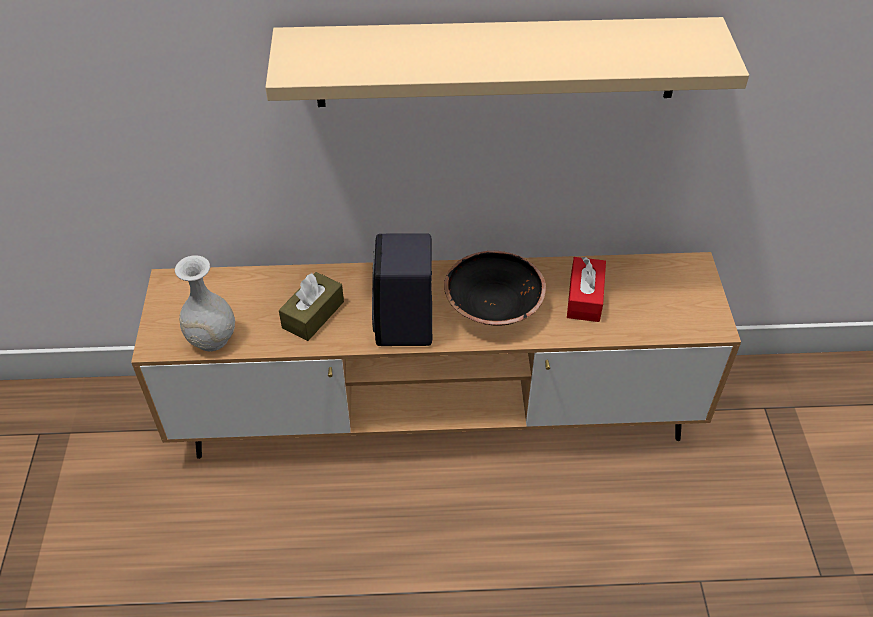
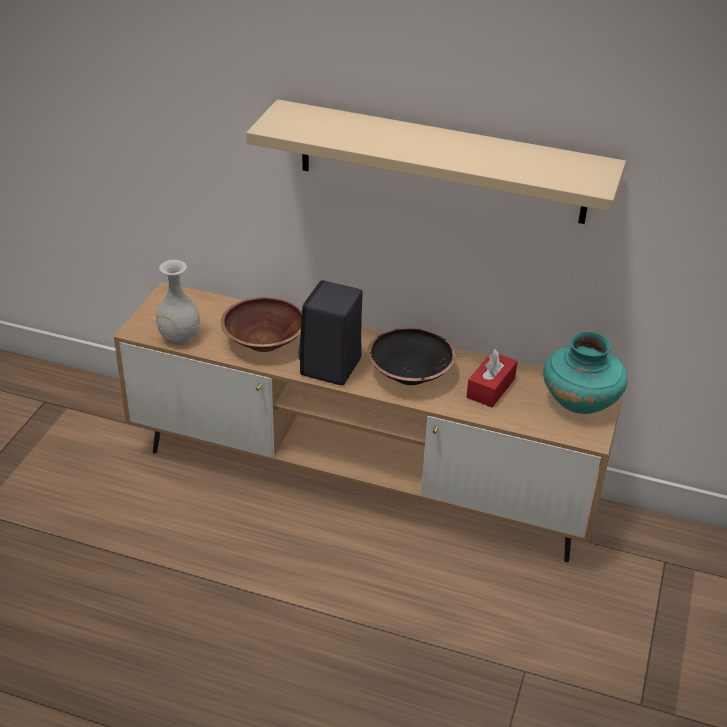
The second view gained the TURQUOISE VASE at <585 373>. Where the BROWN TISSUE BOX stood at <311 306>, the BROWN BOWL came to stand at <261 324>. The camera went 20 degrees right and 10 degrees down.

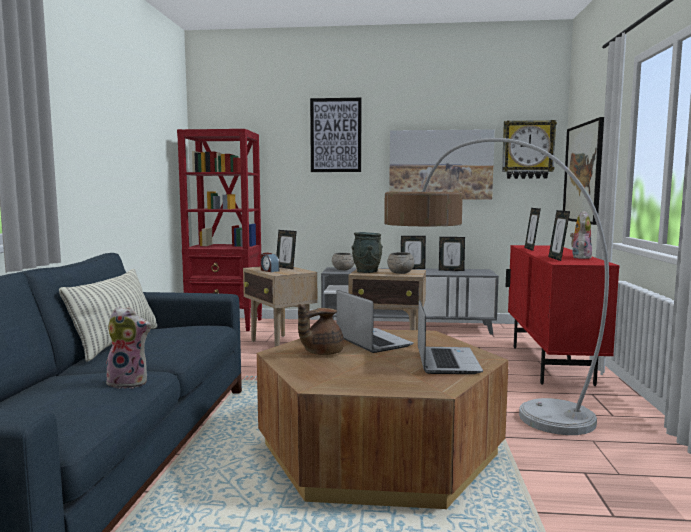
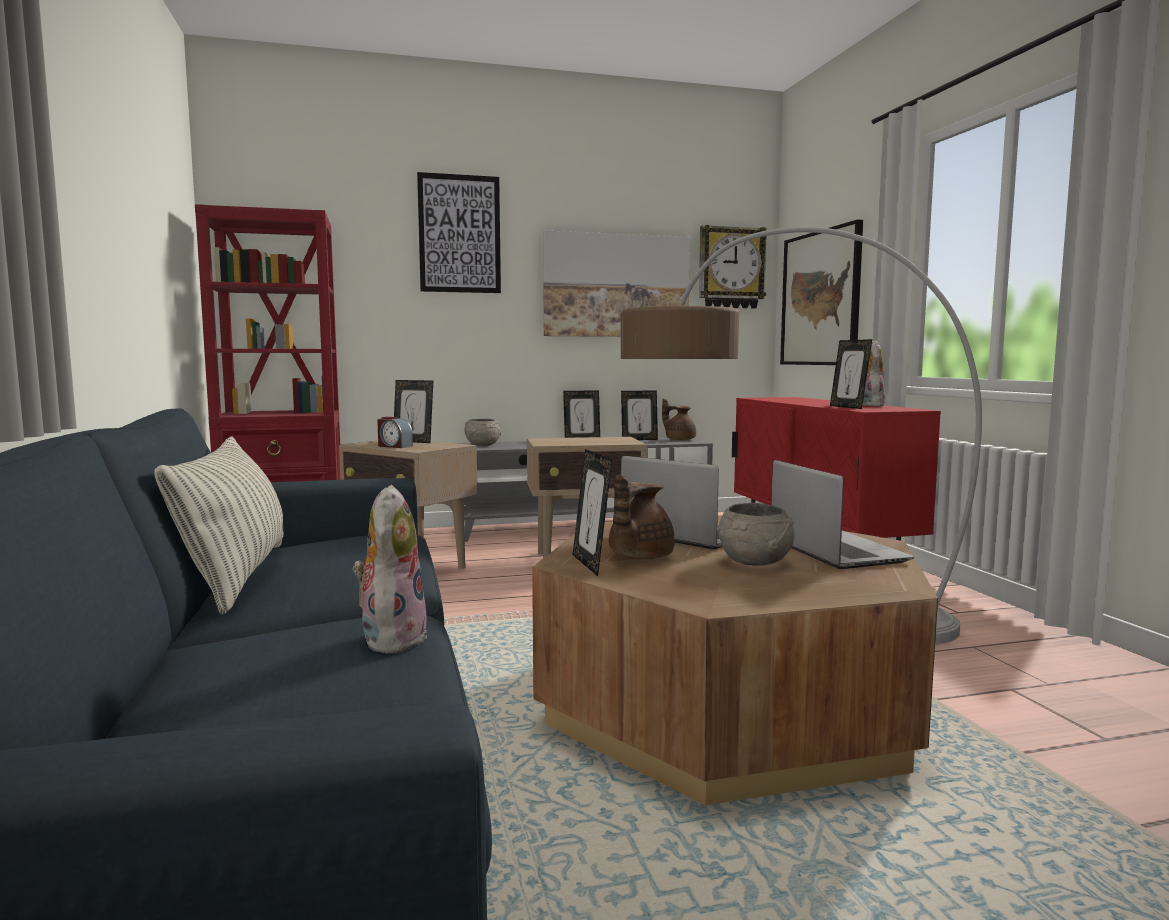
The second view lost the GREY VASE at <367 252>. The second view gained the BROWN TEAPOT at <679 419>. The GREY BOWL ended up elsewhere, having gone from <400 263> to <755 534>. The PICTURE FRAME ended up elsewhere, having gone from <533 229> to <592 512>. The PLUSH TOY at <127 348> ended up facing another way, 75 degrees counterclockwise from before. The camera went 20 degrees left and 0 degrees up.

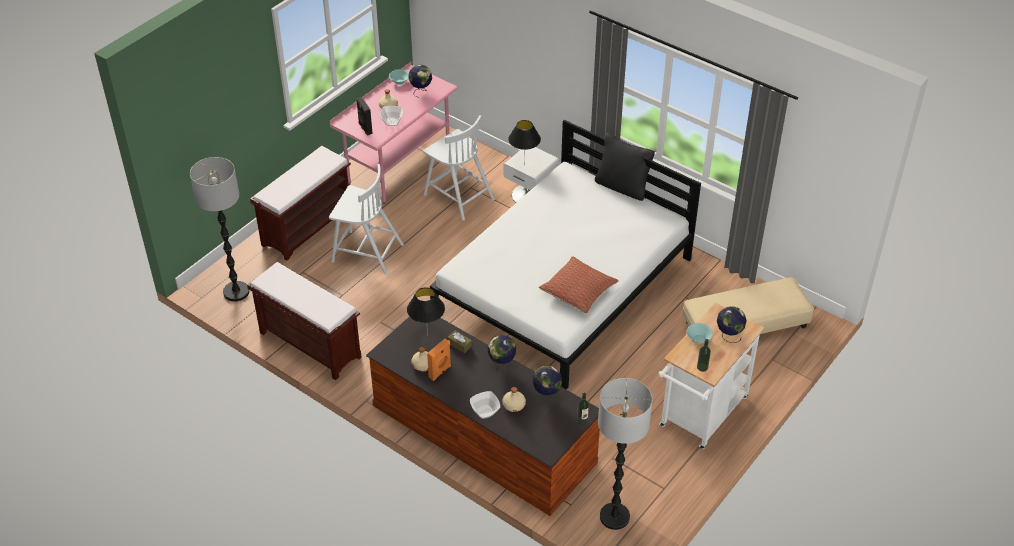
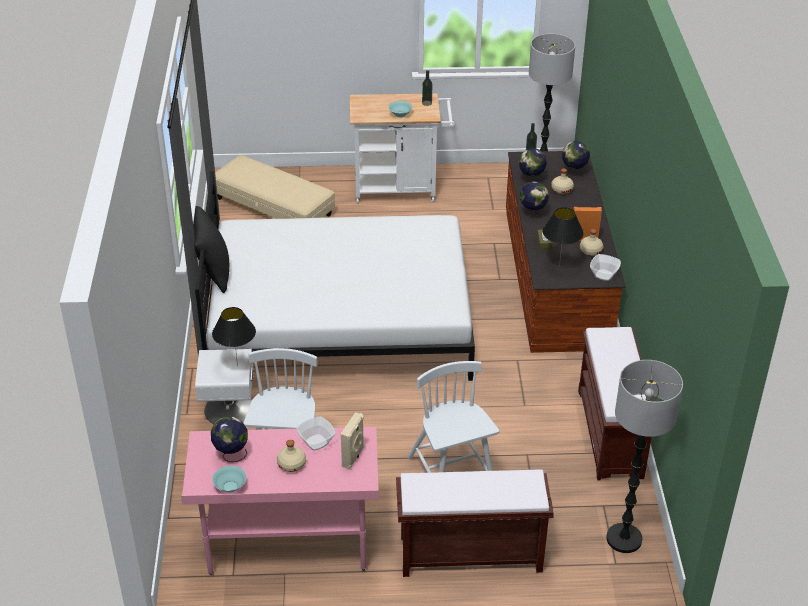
The second view lost the PILLOW at <578 284>. The BOWL ended up elsewhere, having gone from <485 405> to <605 267>. The GLOBE ended up elsewhere, having gone from <731 324> to <576 159>. What was the BLACK SPEAKER at <364 116> turned into the BEIGE SPEAKER at <352 441>. The camera went 130 degrees left and 5 degrees down.

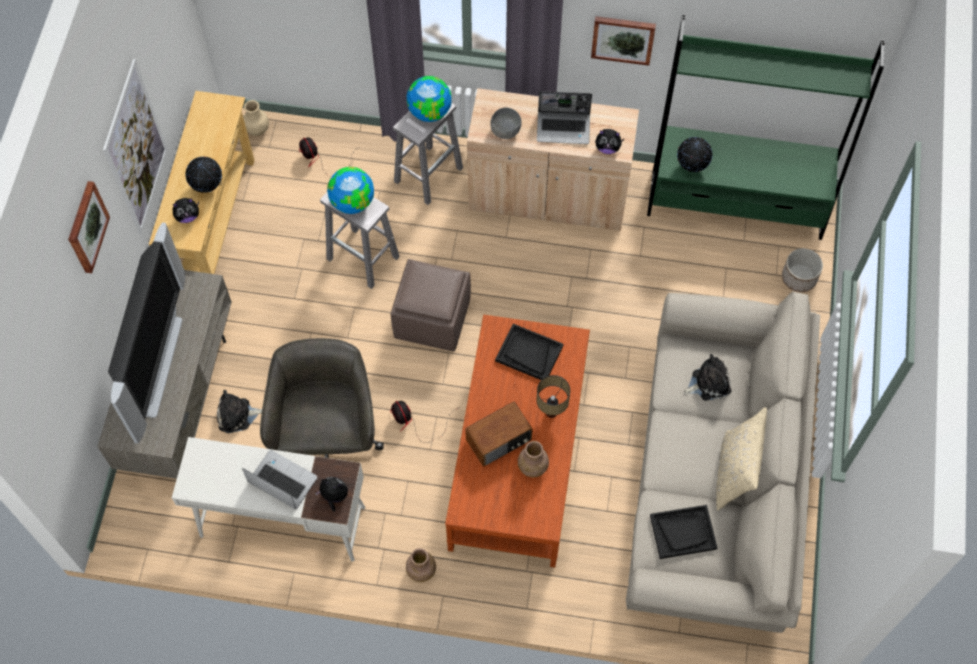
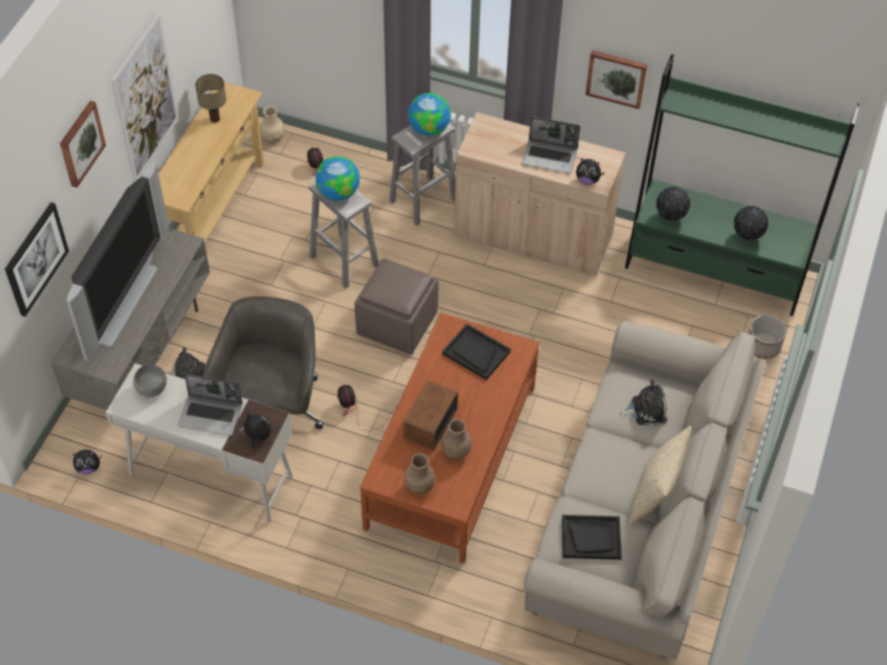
The second view gained the PICTURE at <37 259>. The PLUSH TOY ended up elsewhere, having gone from <186 210> to <87 462>. The GLOBE ended up elsewhere, having gone from <203 175> to <751 223>. The BROWN VASE ended up elsewhere, having gone from <421 565> to <419 473>. The GREY BOWL ended up elsewhere, having gone from <506 123> to <150 380>. The TABLE LAMP ended up elsewhere, having gone from <553 396> to <210 98>. The LAPTOP at <279 479> ended up facing another way, 150 degrees clockwise from before. The RADIO at <499 434> ended up facing another way, 135 degrees clockwise from before. The camera went 10 degrees right and 10 degrees down.

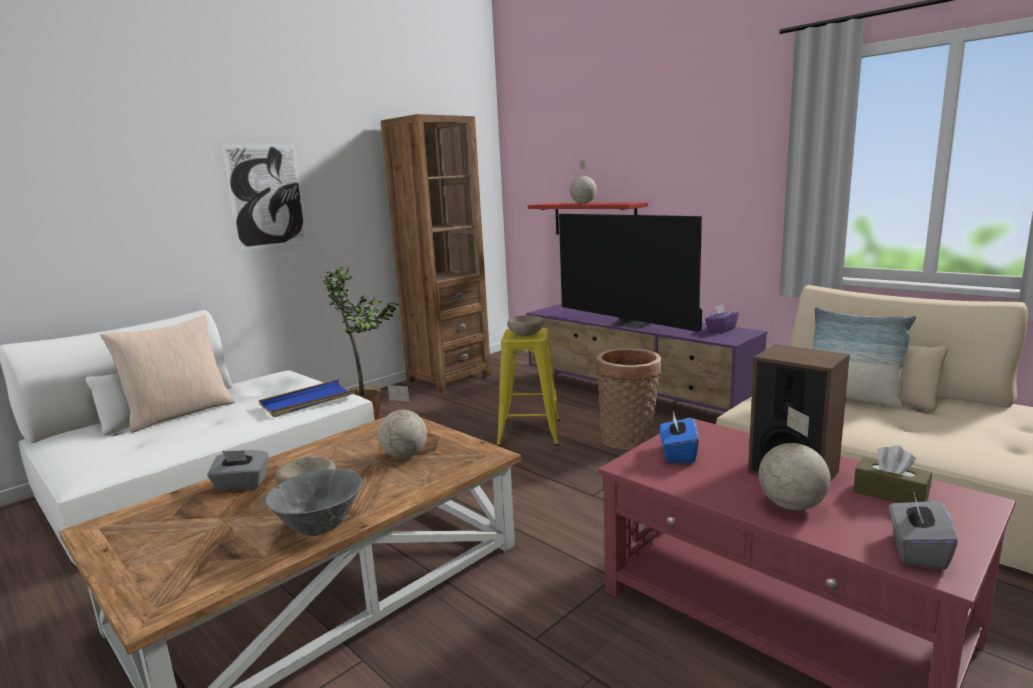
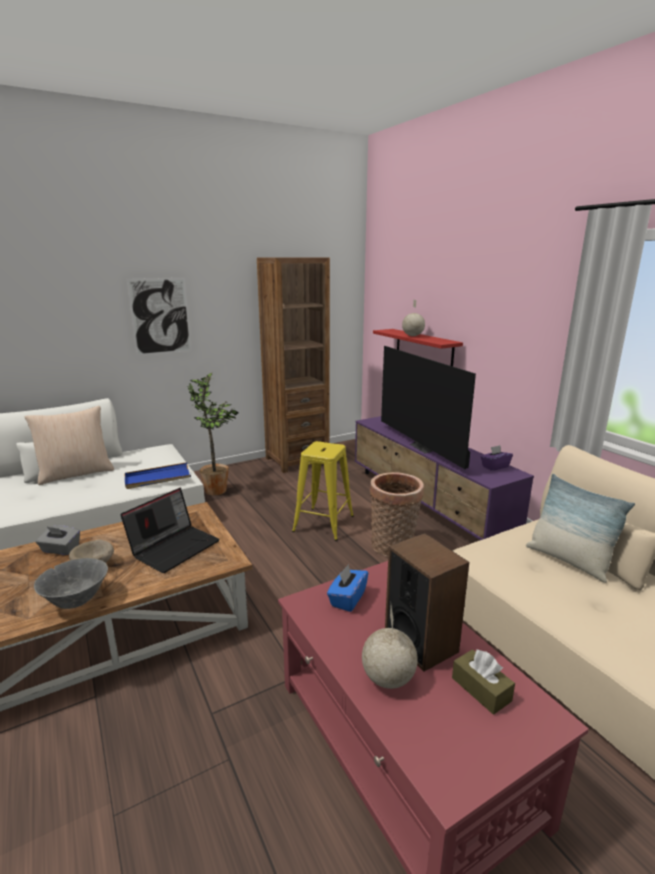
The second view lost the BEIGE BOWL at <525 325>. The second view lost the GREY TISSUE BOX at <923 530>. Where the GLOBE stood at <402 422>, the LAPTOP came to stand at <170 530>. The camera went 15 degrees right and 5 degrees up.

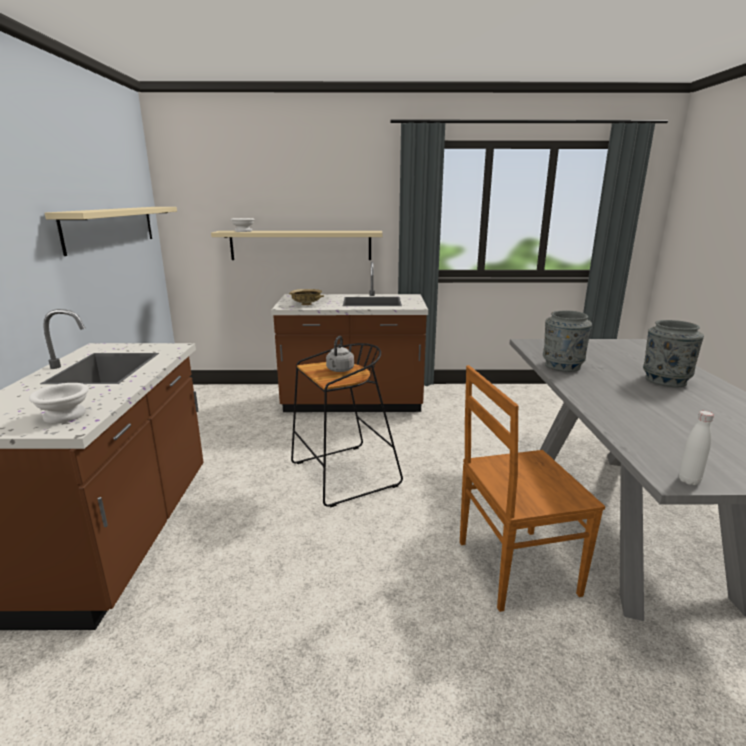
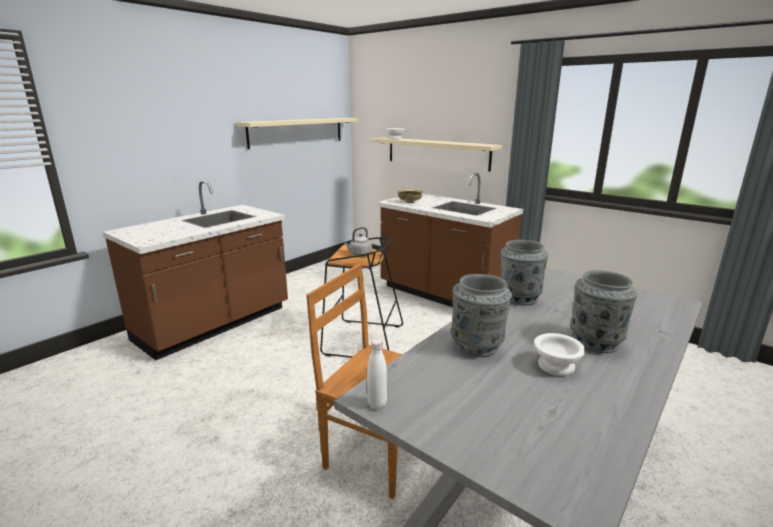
The second view gained the GREY VASE at <481 315>. The WHITE BOWL ended up elsewhere, having gone from <59 403> to <559 354>. The camera went 40 degrees right and 0 degrees up.

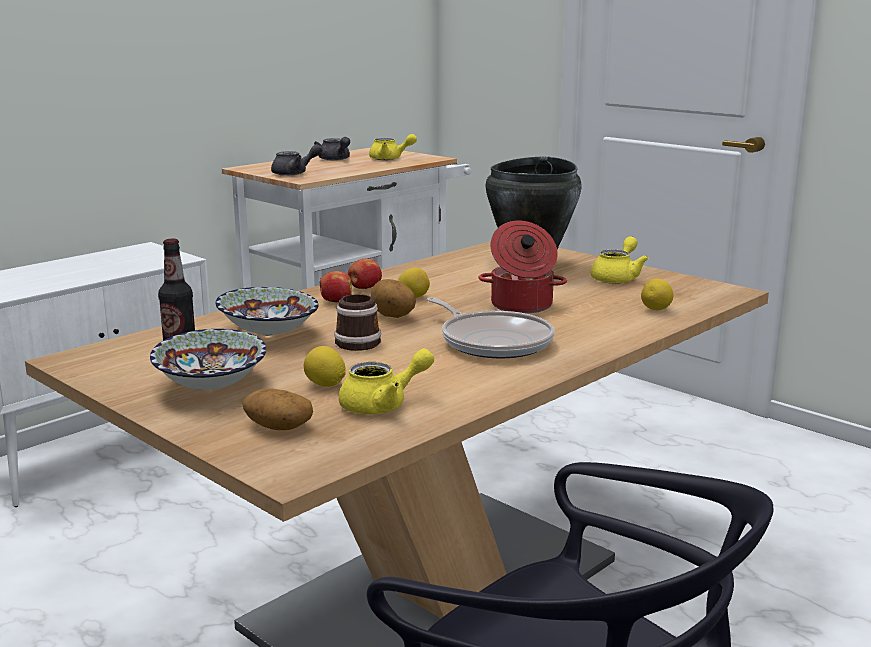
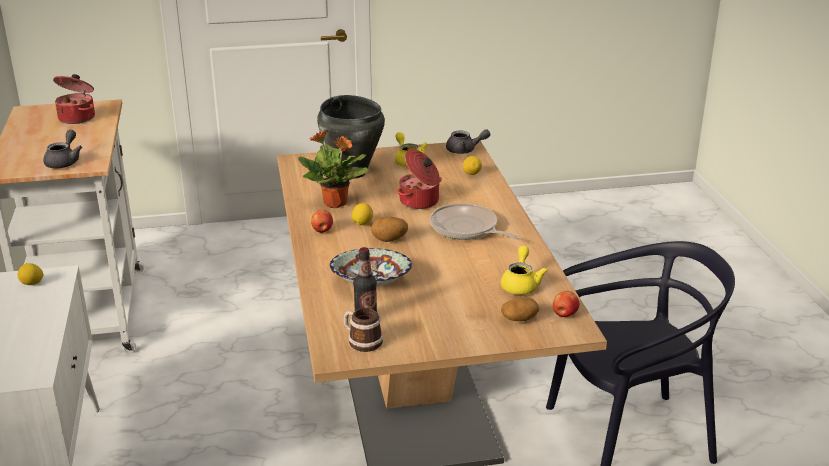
The second view lost the BOWL at <208 359>. The second view gained the POTTED PLANT at <333 168>. The LEMON ended up elsewhere, having gone from <325 366> to <31 274>. The GREY TEAPOT ended up elsewhere, having gone from <332 148> to <468 141>. The APPLE ended up elsewhere, having gone from <336 286> to <566 304>. The MUG ended up elsewhere, having gone from <357 322> to <363 330>. Where the YELLOW TEAPOT stood at <393 147>, the COOKING POT came to stand at <74 99>. The FRYING PAN at <491 327> ended up facing another way, 135 degrees counterclockwise from before. The camera went 55 degrees left and 10 degrees up.

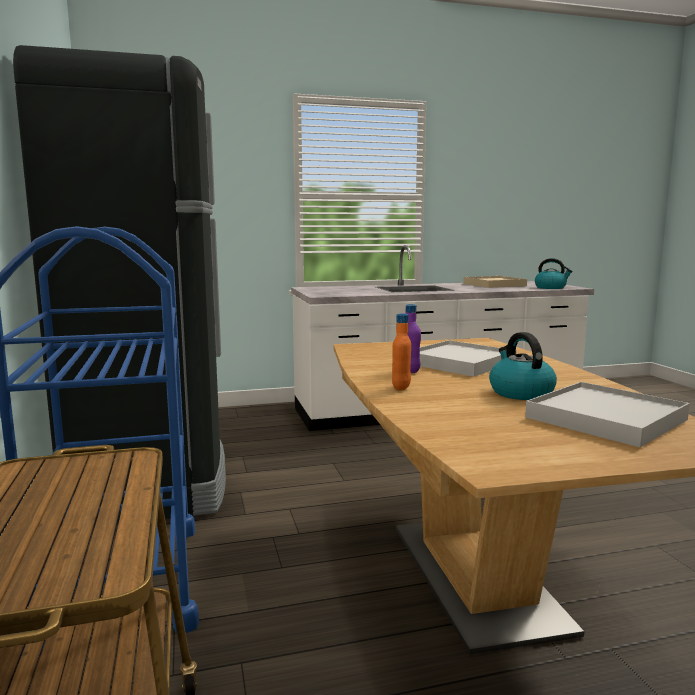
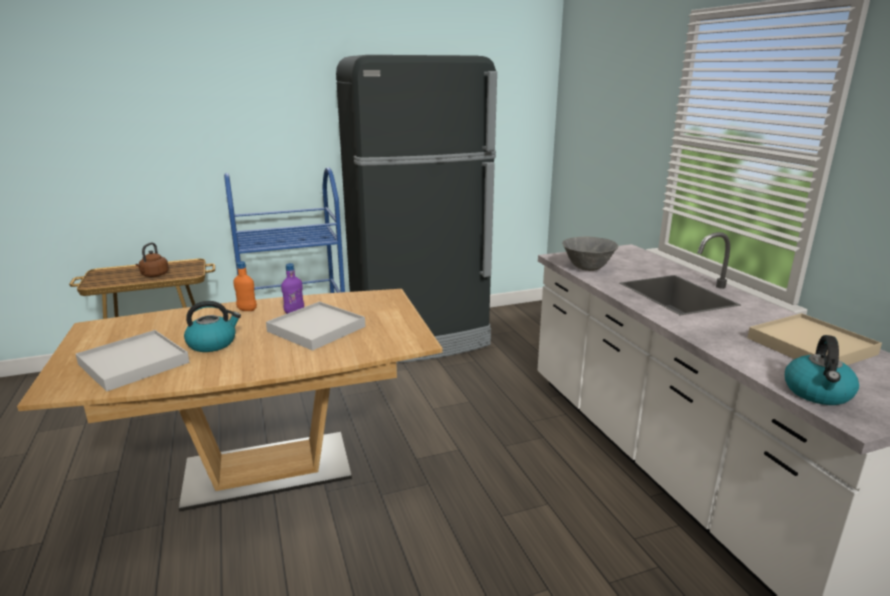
The second view gained the BROWN KETTLE at <152 259>. The second view gained the GREY BOWL at <590 254>. The camera went 85 degrees right and 10 degrees up.

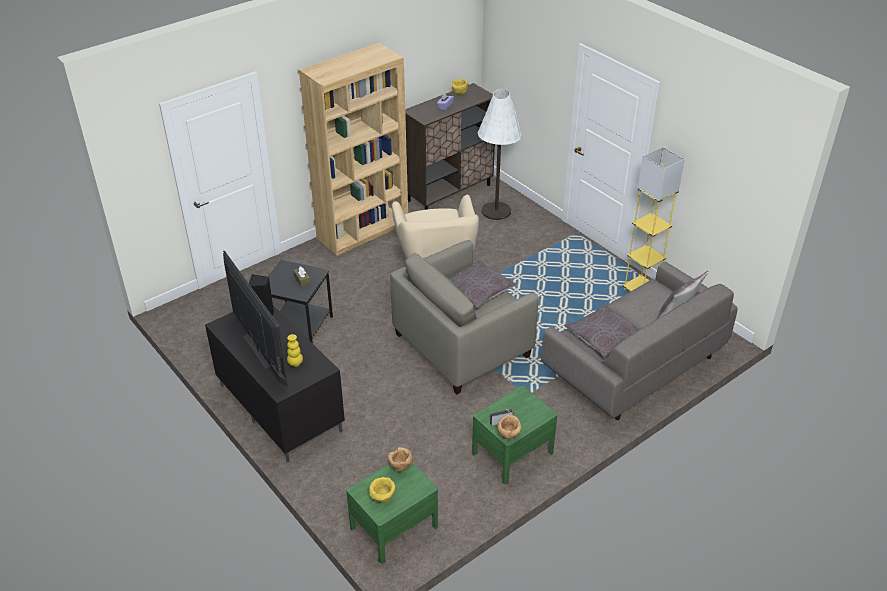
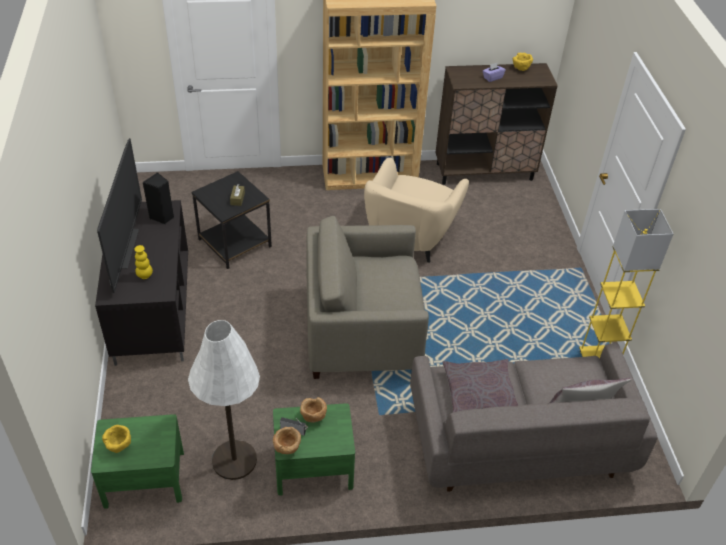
The second view lost the GREY PILLOW at <482 284>. The BROWN BOWL ended up elsewhere, having gone from <400 459> to <313 410>. The WHITE FLOOR LAMP ended up elsewhere, having gone from <500 154> to <224 400>. The camera went 30 degrees right and 5 degrees up.

